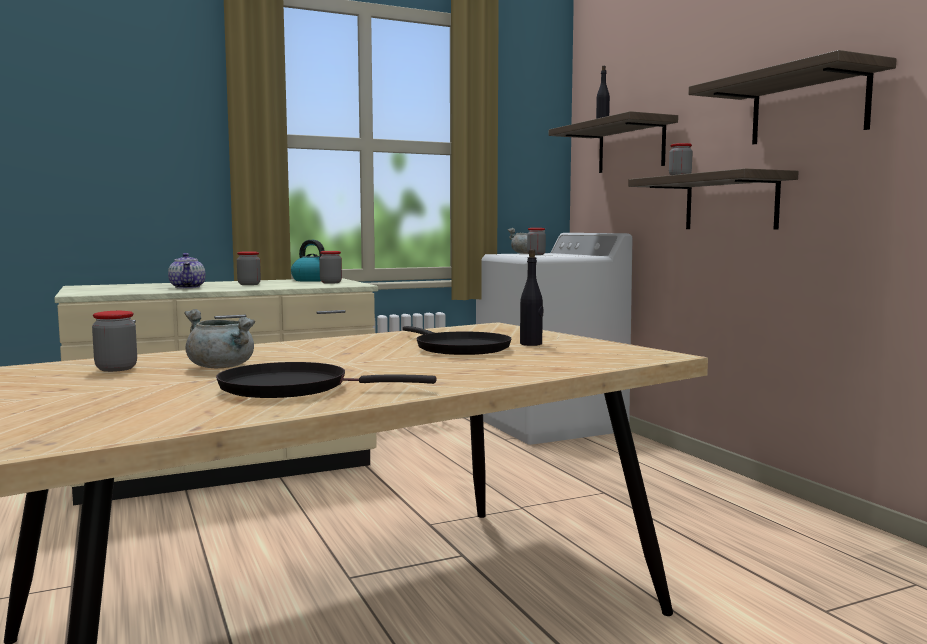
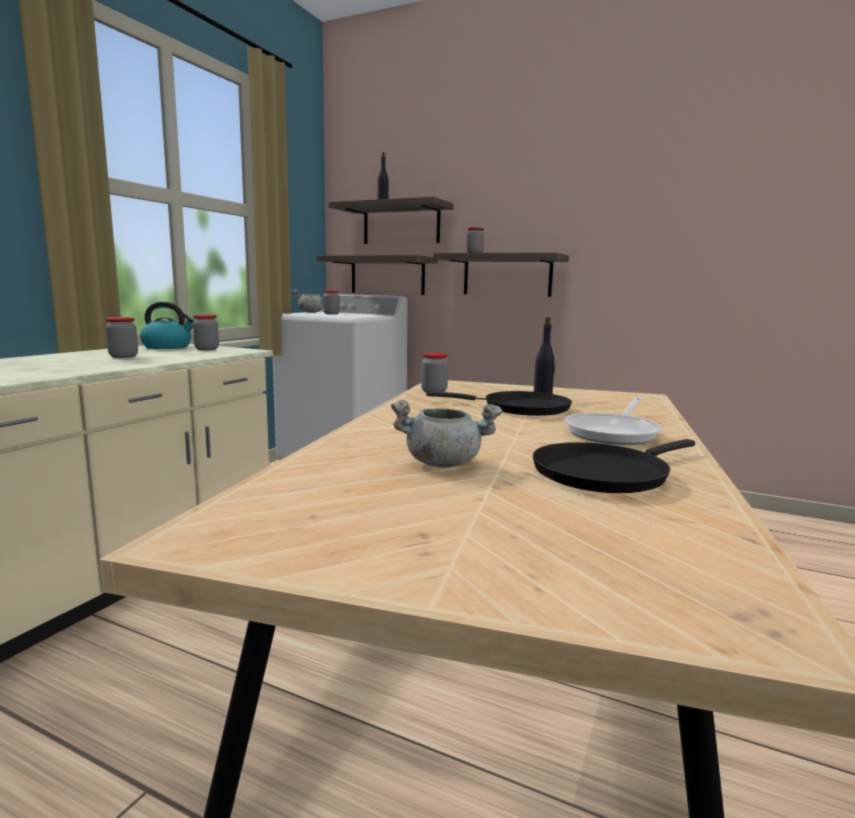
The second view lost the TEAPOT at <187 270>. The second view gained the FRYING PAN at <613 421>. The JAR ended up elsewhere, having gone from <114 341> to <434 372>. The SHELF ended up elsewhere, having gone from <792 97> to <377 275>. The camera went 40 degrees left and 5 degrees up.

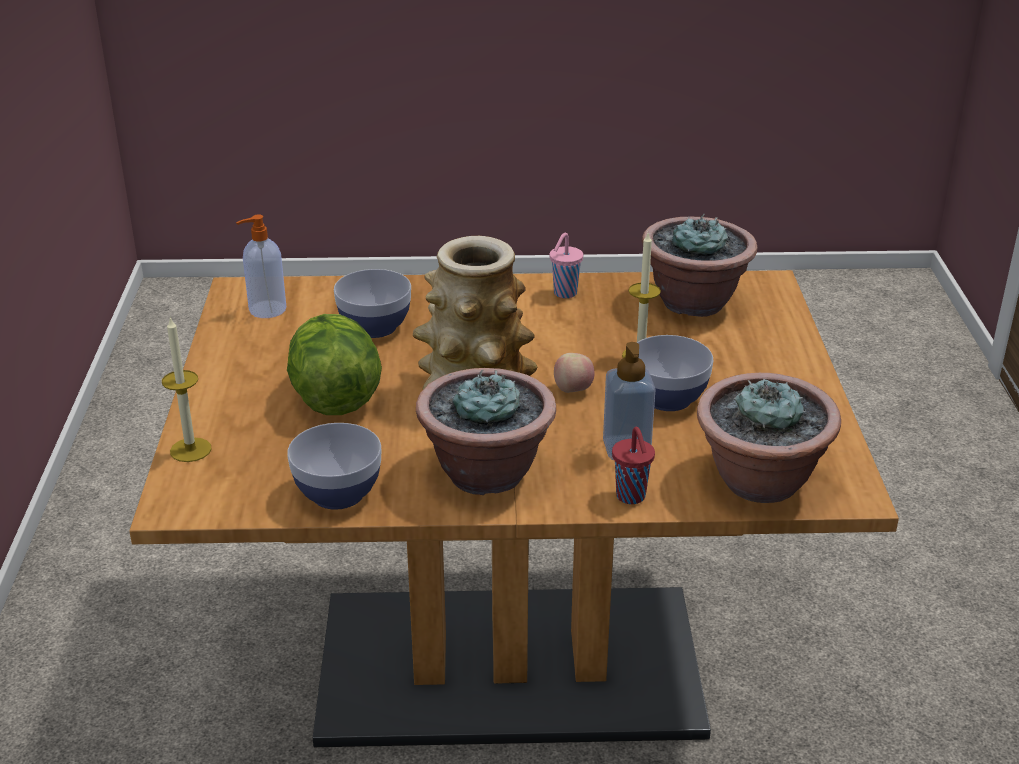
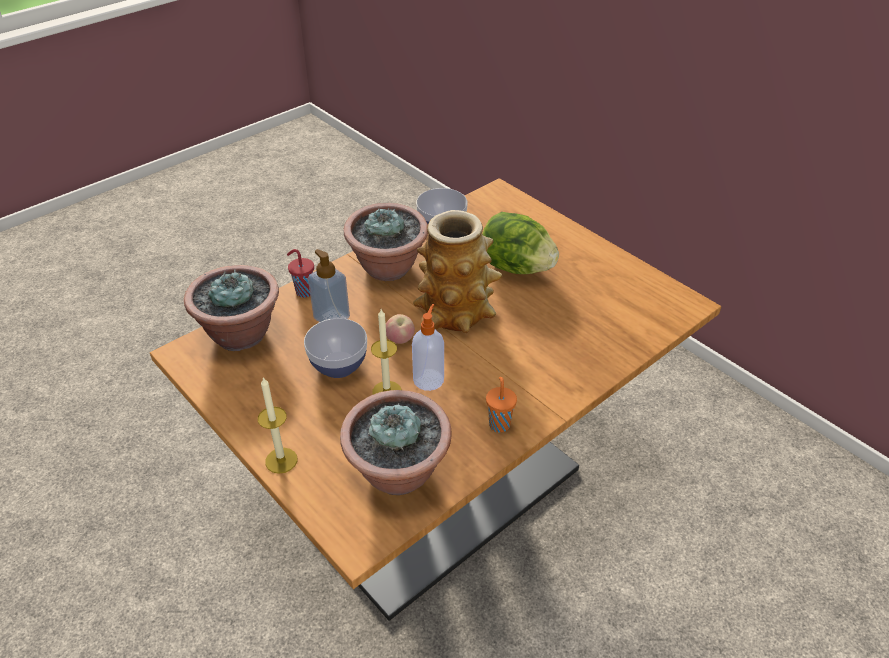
The second view lost the BOWL at <372 303>. The CANDLE ended up elsewhere, having gone from <187 389> to <277 425>. The SOAP DISPENSER ended up elsewhere, having gone from <261 266> to <428 347>. What was the PINK CUP at <566 265> turned into the ORANGE CUP at <501 405>. The camera went 140 degrees right and 10 degrees up.

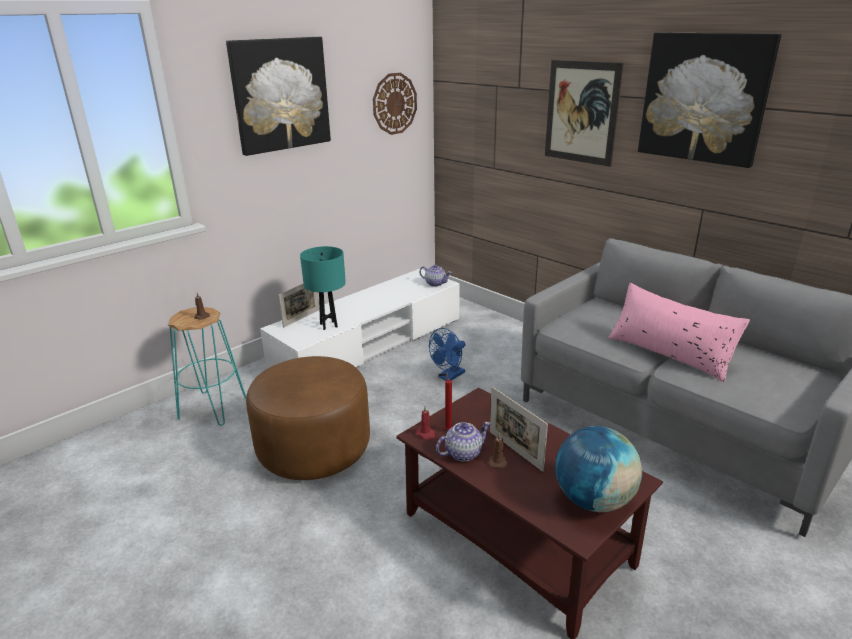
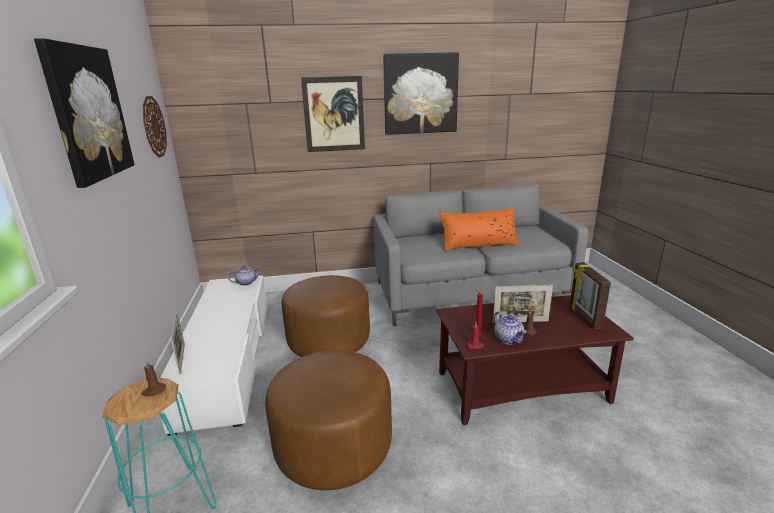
The second view lost the TURQUOISE TABLE LAMP at <323 288>. Where the BLUE FAN stood at <447 354>, the BROWN OTTOMAN came to stand at <326 316>. Where the GLOBE stood at <598 469>, the PICTURE FRAME came to stand at <590 295>. What was the PINK PILLOW at <679 332> turned into the ORANGE PILLOW at <479 229>. The TEAPOT at <463 442> ended up facing another way, 150 degrees clockwise from before. The camera went 55 degrees left and 5 degrees down.

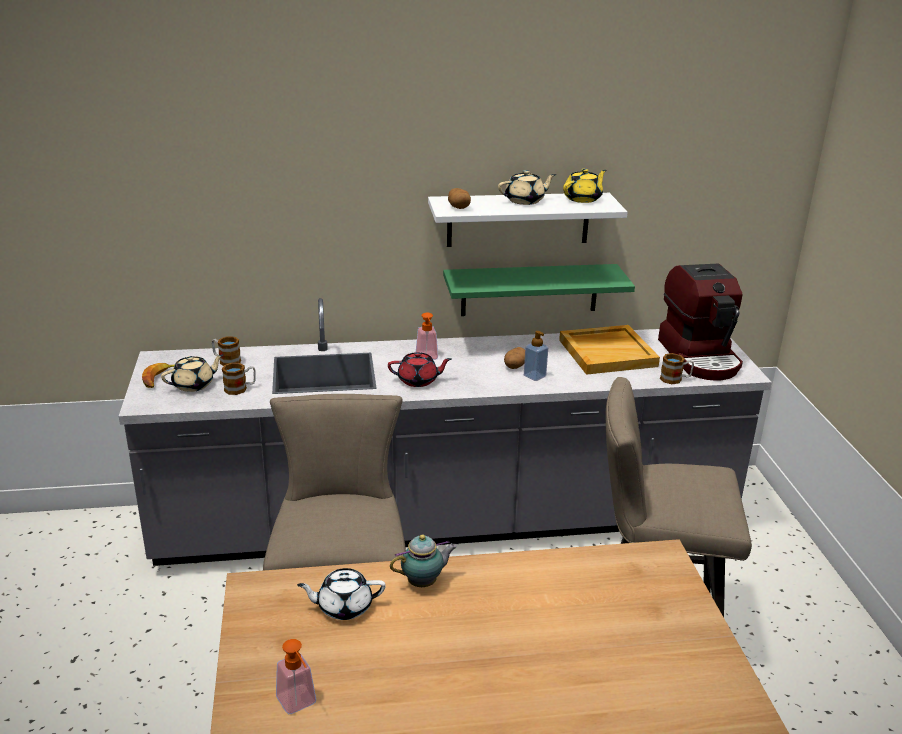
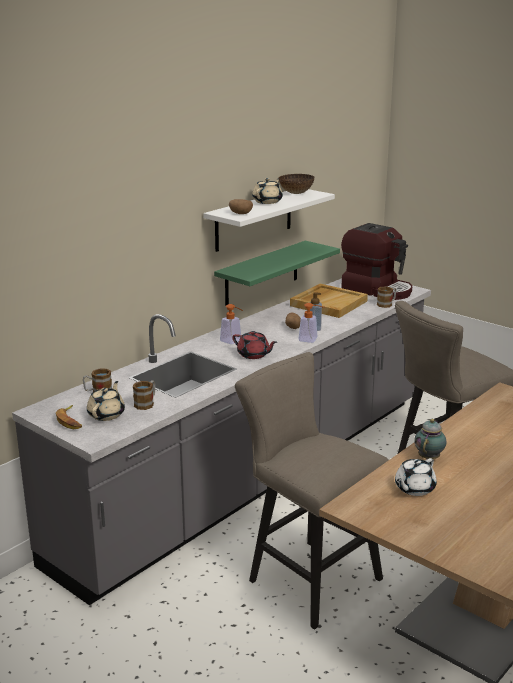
The SOAP DISPENSER ended up elsewhere, having gone from <296 676> to <311 323>. Where the YELLOW TEAPOT stood at <584 186>, the BOWL came to stand at <296 184>. The RED TEAPOT at <420 369> ended up facing another way, 75 degrees clockwise from before. The camera went 40 degrees left and 5 degrees down.

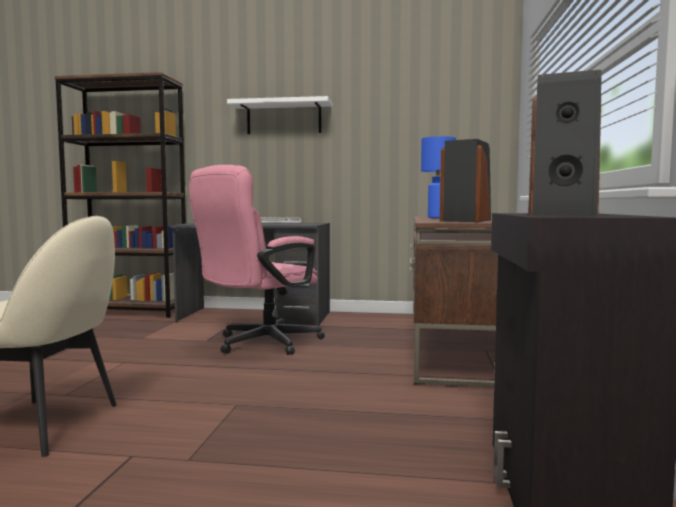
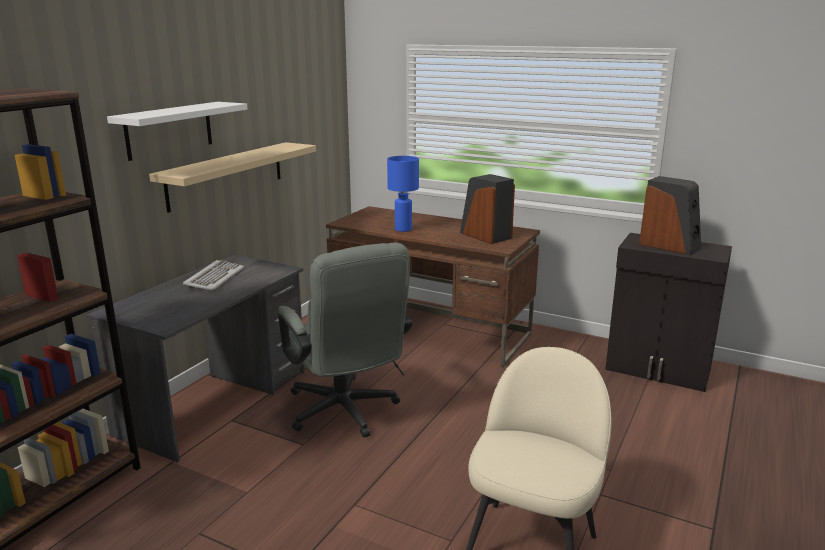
The second view gained the BEIGE SHELF at <232 177>. What was the PINK OFFICE CHAIR at <257 260> turned into the GREY OFFICE CHAIR at <345 340>. The camera went 70 degrees left and 15 degrees up.

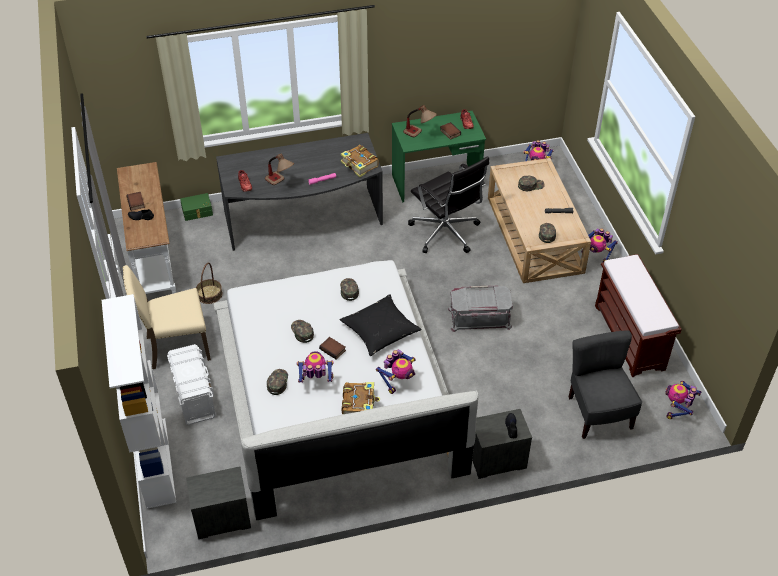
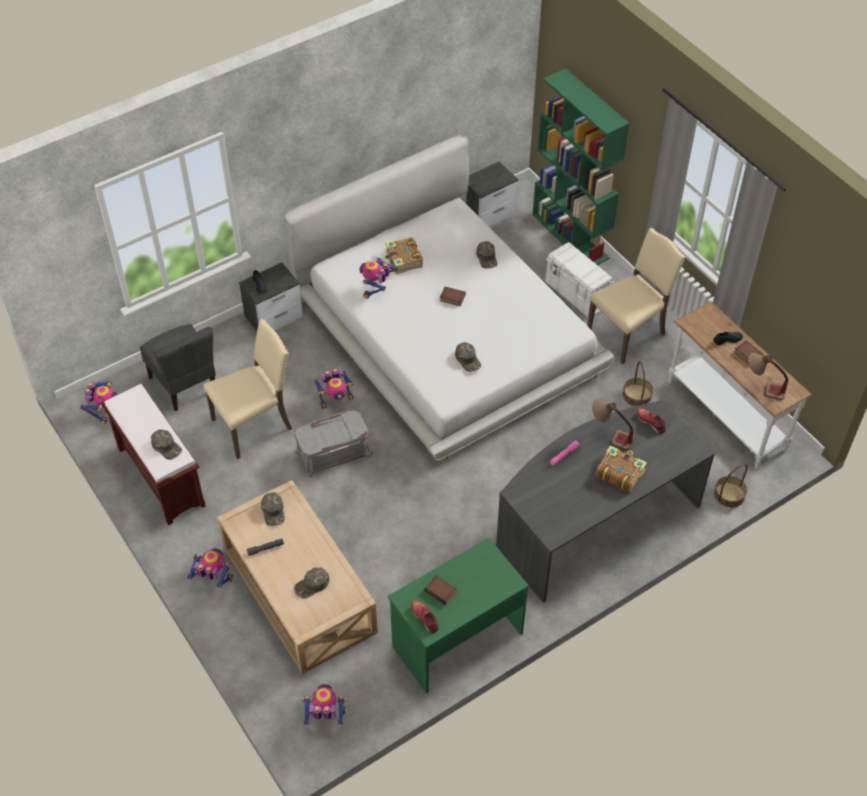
The second view lost the BLACK PILLOW at <380 325>. The second view lost the BLACK OFFICE CHAIR at <448 204>. The second view gained the BEIGE CHAIR at <247 389>. The GREEN CAP ended up elsewhere, having gone from <302 331> to <166 444>. The TOY ROBOT ended up elsewhere, having gone from <315 367> to <334 389>. The BOOK ended up elsewhere, having gone from <360 161> to <621 468>. The TABLE LAMP ended up elsewhere, having gone from <420 121> to <768 376>. Where the GREEN STORAGE BOX stood at <196 207>, the BASKET came to stand at <730 486>. What was the WHITE BOOKCASE at <139 401> turned into the GREEN BOOKCASE at <580 167>. The camera went 160 degrees right and 5 degrees up.

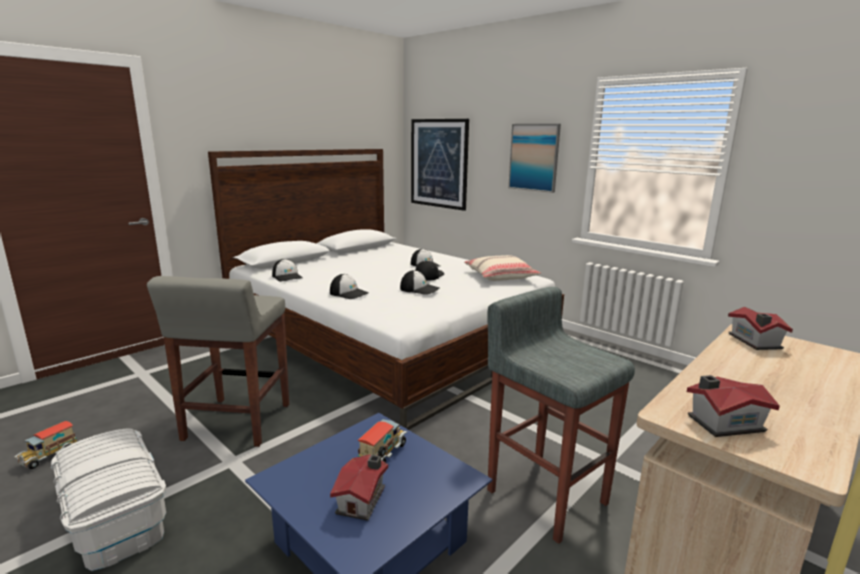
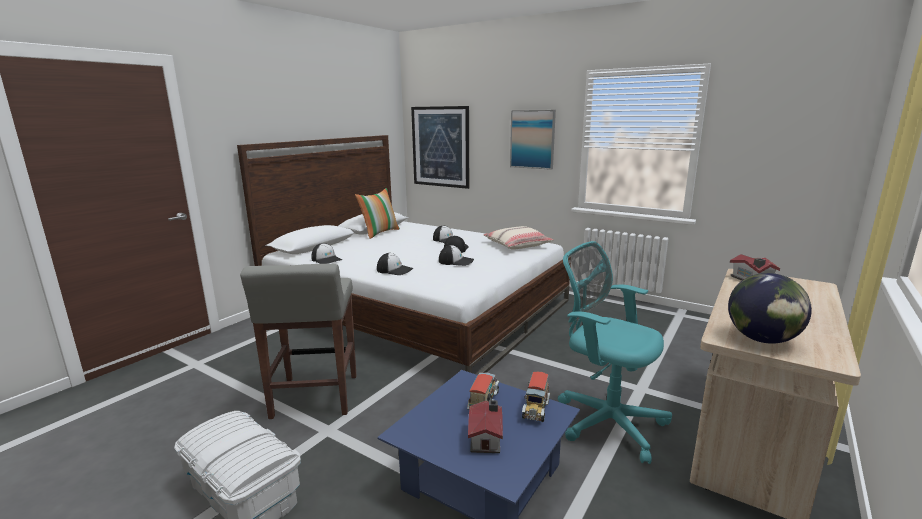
The second view gained the PILLOW at <377 213>. The TOY TRUCK ended up elsewhere, having gone from <45 445> to <536 397>. Where the GREY STOOL stood at <561 415>, the TURQUOISE OFFICE CHAIR came to stand at <615 352>. Where the TOY HOUSE stood at <733 406>, the GLOBE came to stand at <770 308>. The camera went 10 degrees left and 0 degrees up.

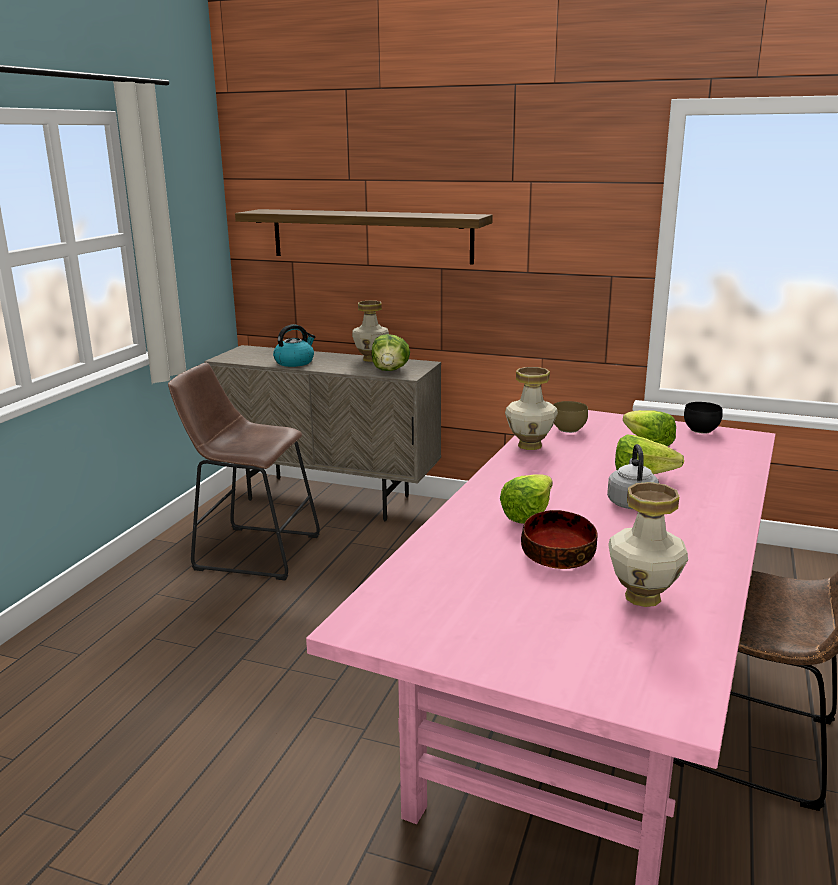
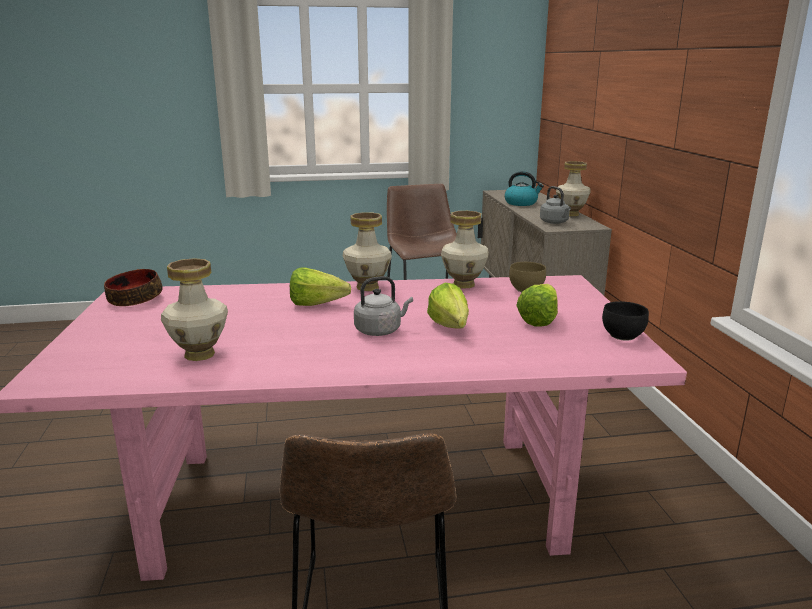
The second view lost the SHELF at <364 236>. The second view gained the VASE at <367 251>. The BOWL ended up elsewhere, having gone from <559 539> to <133 287>. Where the LETTUCE stood at <391 352>, the GREY KETTLE came to stand at <555 205>. The camera went 60 degrees right and 0 degrees up.

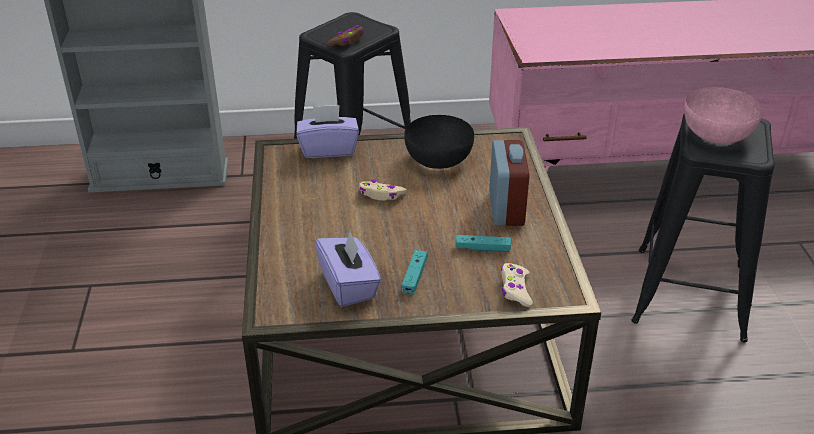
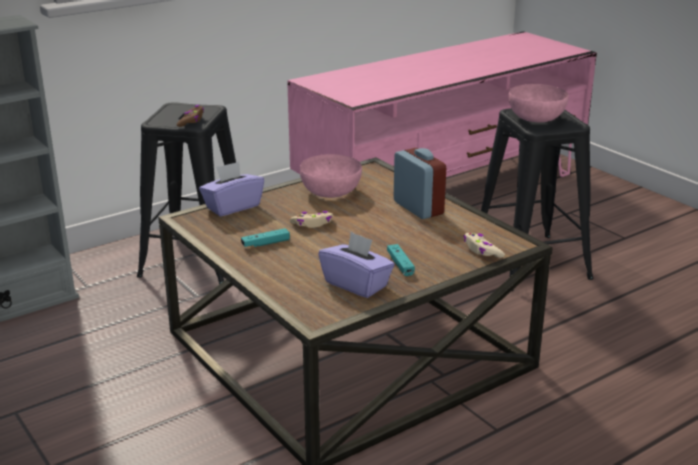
The TURQUOISE GAME CONTROLLER ended up elsewhere, having gone from <483 243> to <265 237>. What was the BLACK BOWL at <439 142> turned into the PINK BOWL at <331 176>. The camera went 30 degrees left and 10 degrees down.

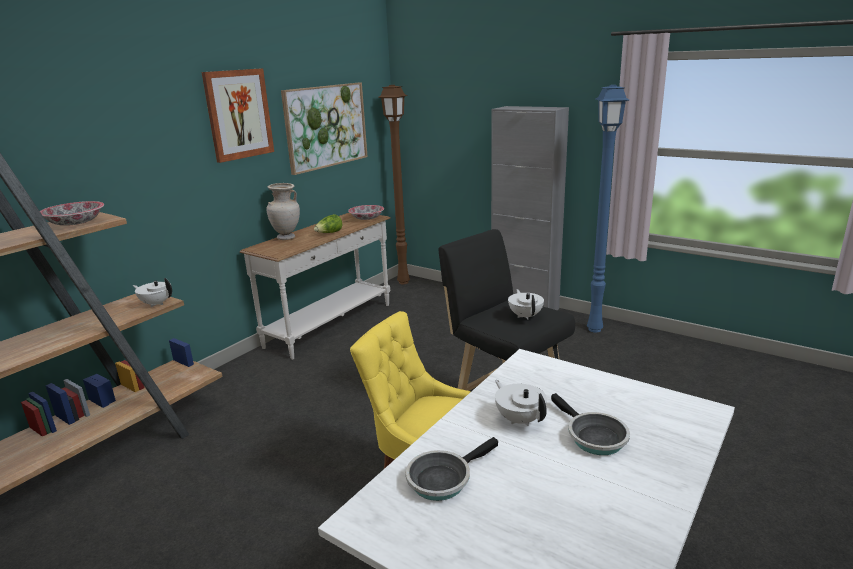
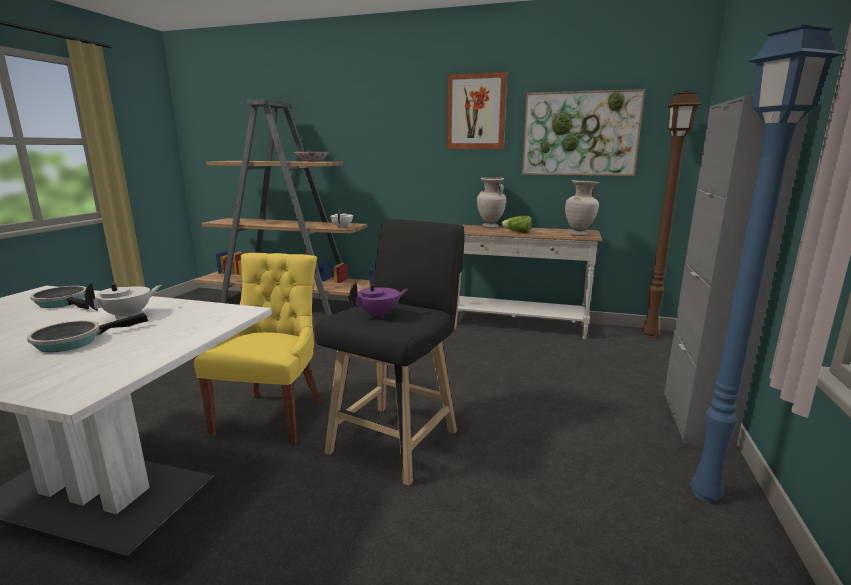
Where the BOWL stood at <366 212>, the BEIGE VASE came to stand at <582 208>. What was the WHITE TEAPOT at <526 304> turned into the PURPLE TEAPOT at <379 300>. The camera went 70 degrees right and 5 degrees down.

